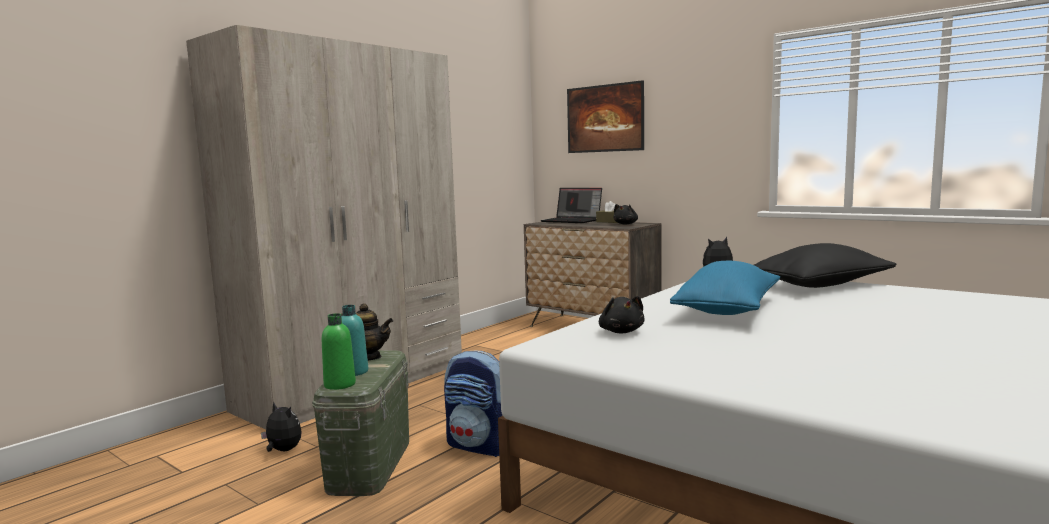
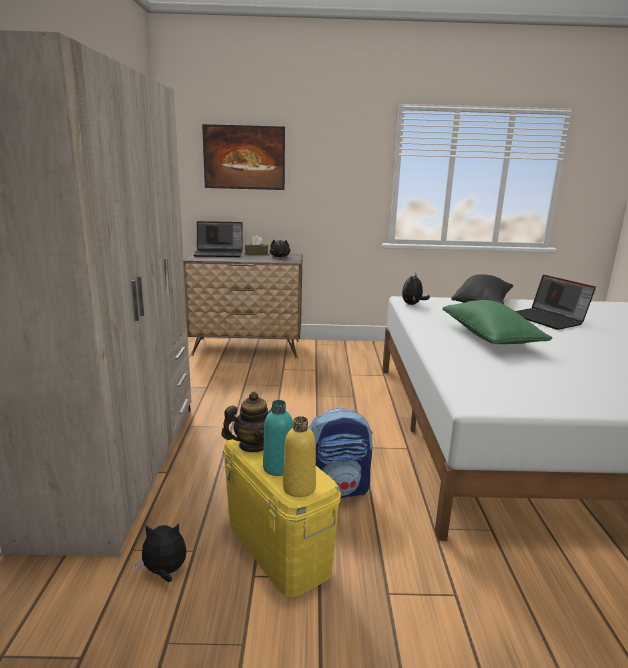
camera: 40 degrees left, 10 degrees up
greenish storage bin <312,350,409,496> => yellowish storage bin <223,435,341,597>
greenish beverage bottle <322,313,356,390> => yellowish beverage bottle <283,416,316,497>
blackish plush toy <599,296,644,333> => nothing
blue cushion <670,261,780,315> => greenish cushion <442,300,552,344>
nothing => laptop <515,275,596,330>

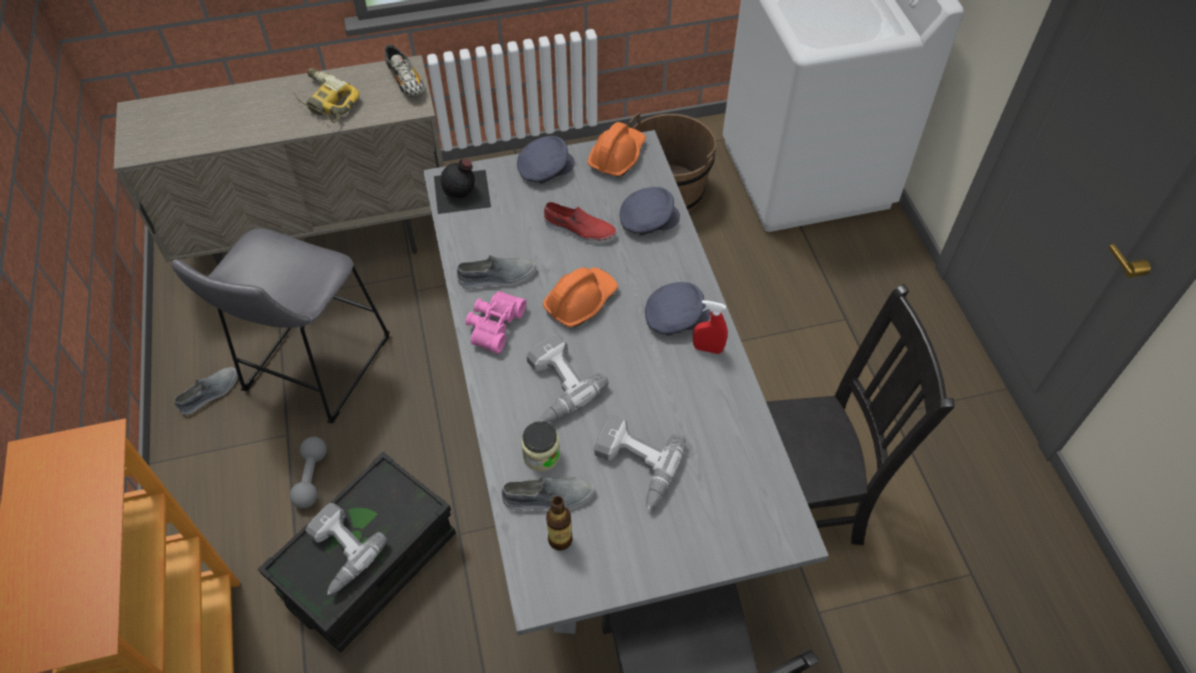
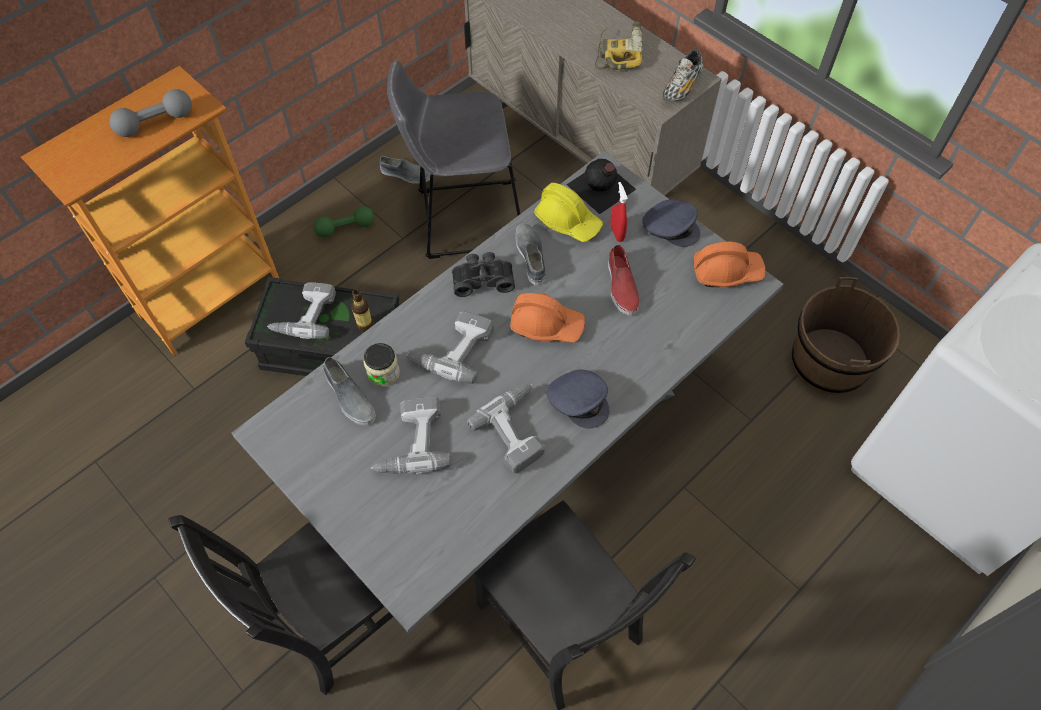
camera: 60 degrees right, 5 degrees up
grey dumbbell <290,437,327,509> => grey dumbbell <109,89,192,137>, relocated
grey low shoe <457,255,536,288> => grey low shoe <516,223,546,286>, 150 degrees counterclockwise
pink-coloured field glasses <465,291,526,354> => blackish field glasses <452,252,515,297>
beverage bottle <546,496,572,551> => beverage bottle <351,289,373,332>, relocated
grey peaked cap <620,187,680,235> => nothing
reddish hand sprayer <693,300,728,354> => reddish hand sprayer <610,182,628,242>, relocated
nothing => greenish dumbbell <314,206,374,238>
nothing => electric drill <467,384,545,473>
nothing => yellowish hard hat <534,183,603,242>

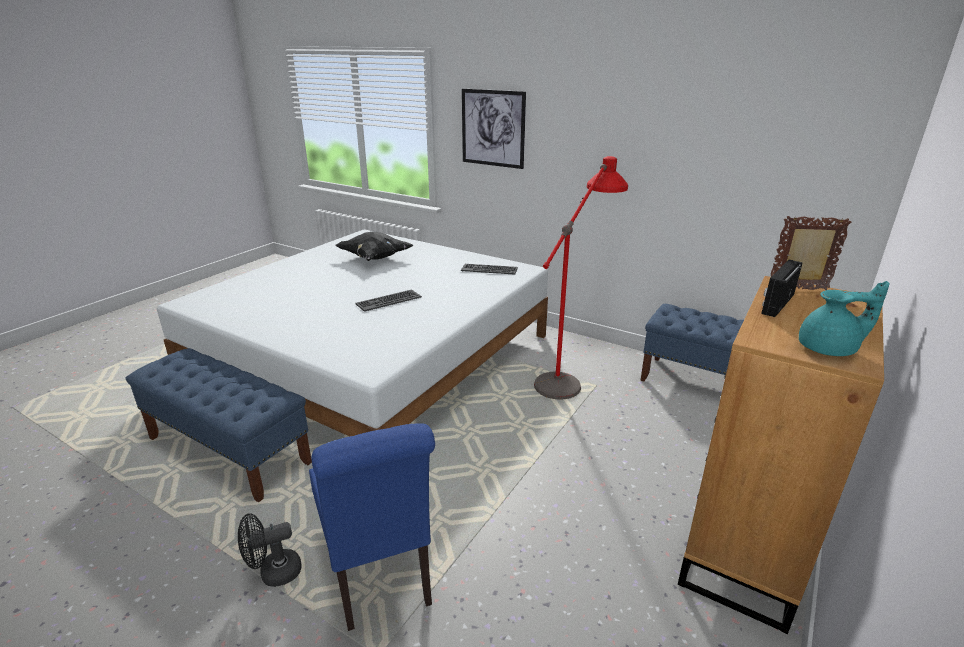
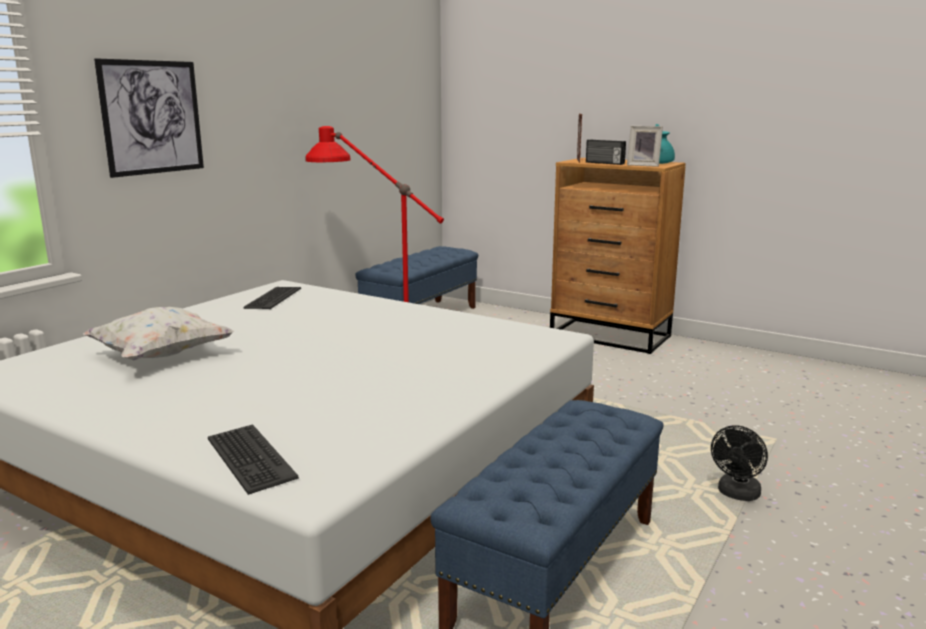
camera: 90 degrees left, 10 degrees down
blackish fan <238,513,302,587> => blackish fan <711,425,768,501>, 60 degrees clockwise
blue plain chair <309,423,435,631> => nothing
blackish cushion <335,232,414,261> => whitish cushion <83,307,234,360>
computer keyboard <355,289,422,312> => computer keyboard <208,424,299,495>, relocated
nothing => picture frame <627,126,663,167>

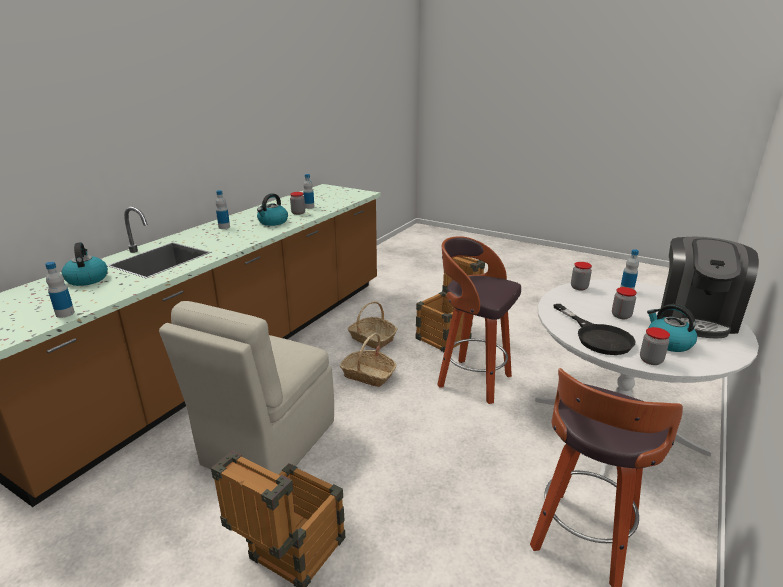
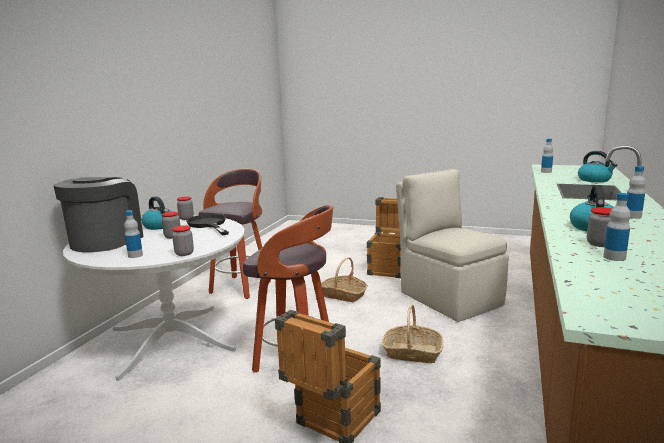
camera: 170 degrees right, 10 degrees down
beige-coloured plain chair <159,301,334,474> => beige-coloured plain chair <396,169,509,322>, 45 degrees counterclockwise
basket <348,301,397,349> => basket <321,257,368,302>, relocated

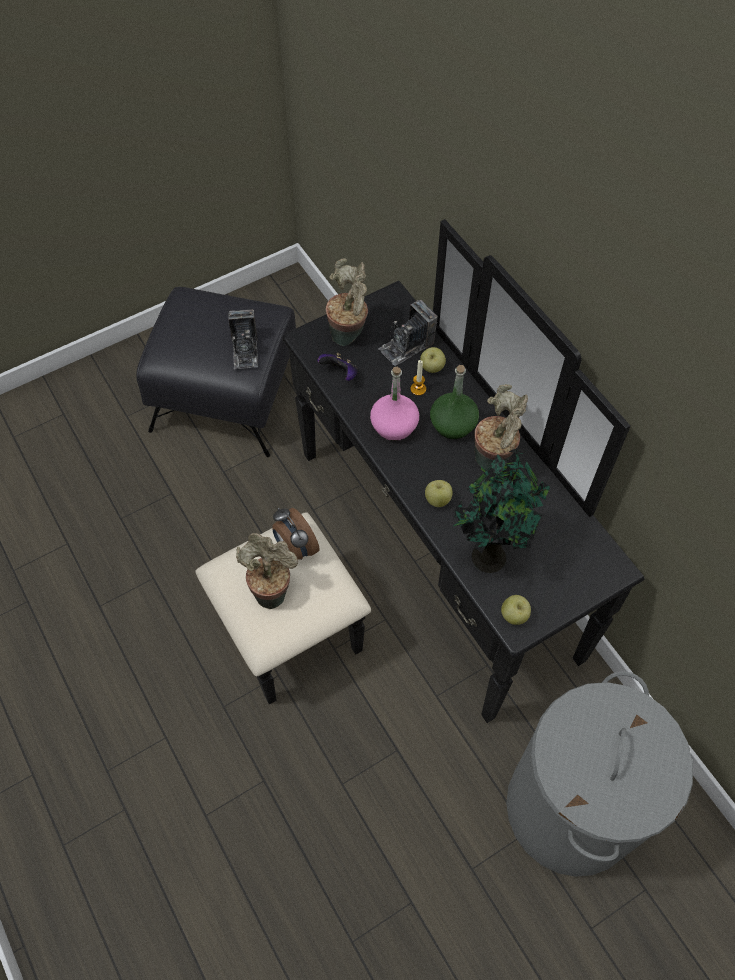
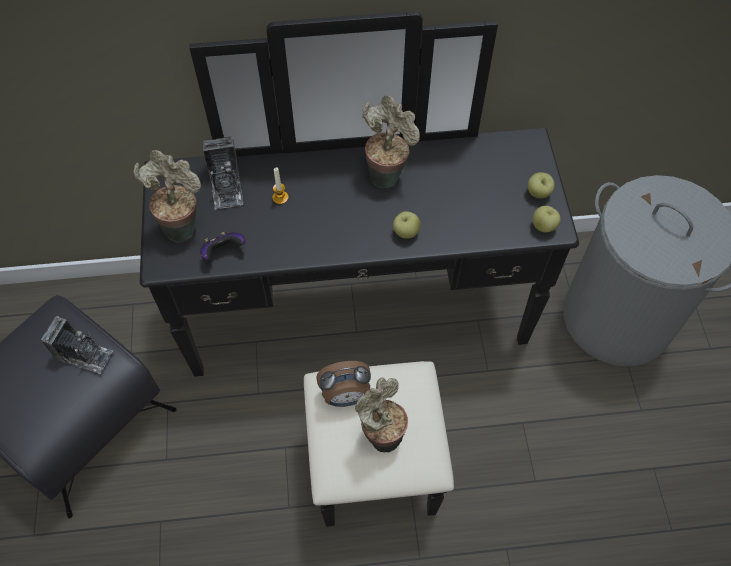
camera: 65 degrees left, 0 degrees up
pink-coloured beverage bottle <370,367,419,441> => nothing
apple fruit <420,347,446,373> => apple fruit <528,172,555,199>, relocated
greenish beverage bottle <430,365,479,439> => nothing
plant in a pot <452,448,551,573> => nothing

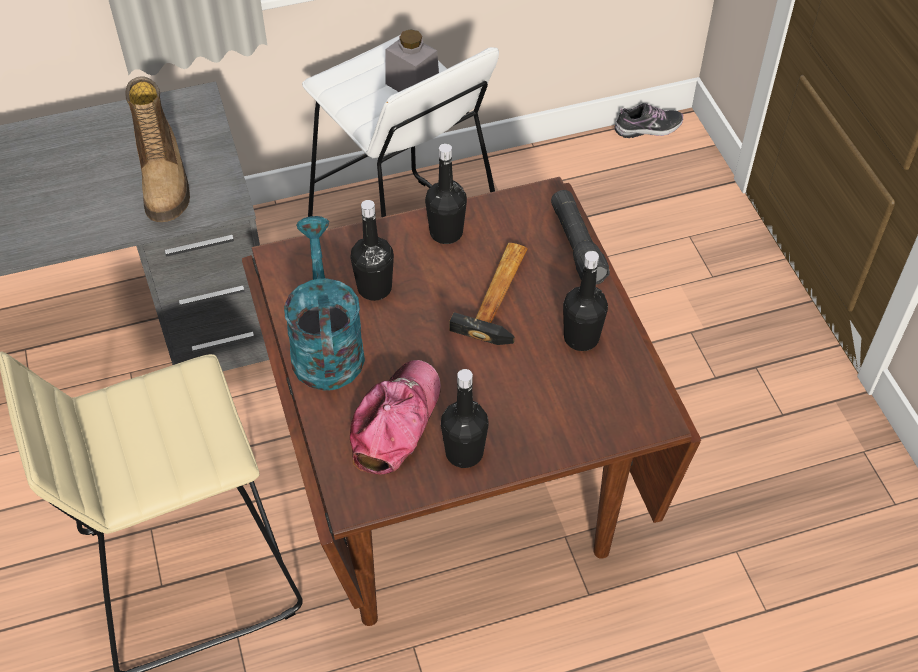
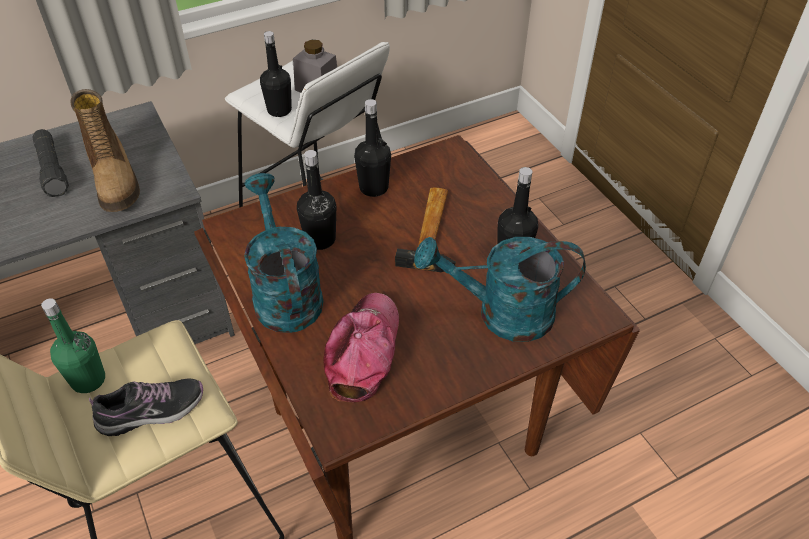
camera: 10 degrees left, 5 degrees down
blackish beverage bottle <441,369,489,468> => blackish beverage bottle <260,31,292,117>, relocated
blackish torch <551,190,610,284> => blackish torch <32,129,69,197>, relocated
low shoe <614,103,683,138> => low shoe <89,379,203,436>, relocated
nothing => greenish beverage bottle <41,298,105,393>
nothing => turquoise sprinkling can <414,237,586,342>

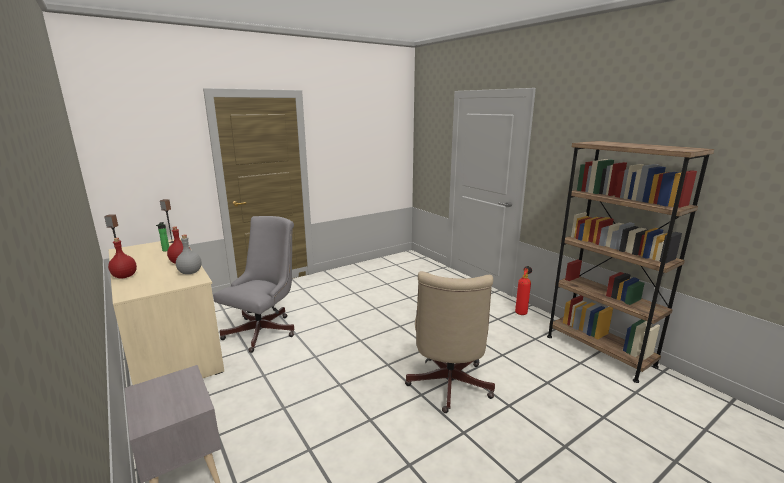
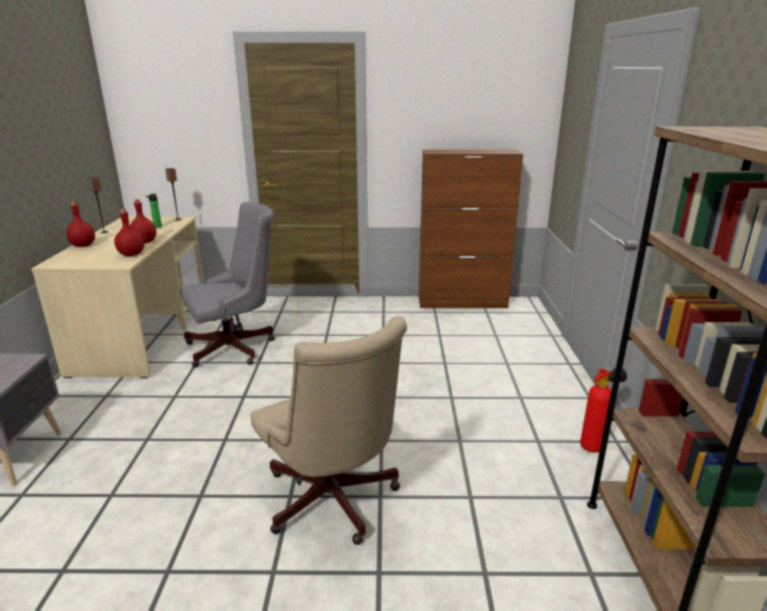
camera: 35 degrees right, 5 degrees up
grey beverage bottle <176,234,202,274> => reddish beverage bottle <114,209,144,256>
beige-coloured office chair <405,271,495,413> => beige-coloured office chair <250,316,407,545>, 75 degrees counterclockwise
nothing => brown-coloured cabinet <419,150,523,308>

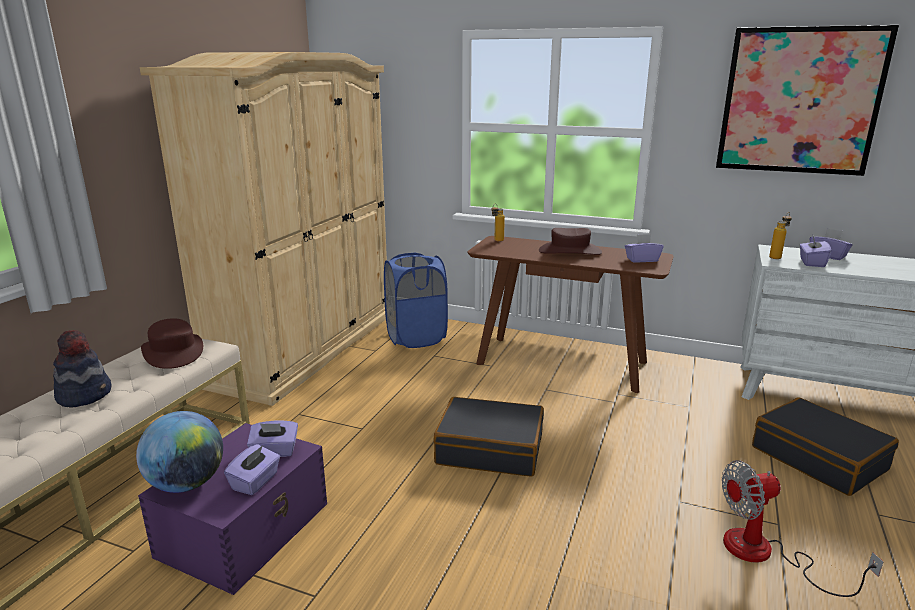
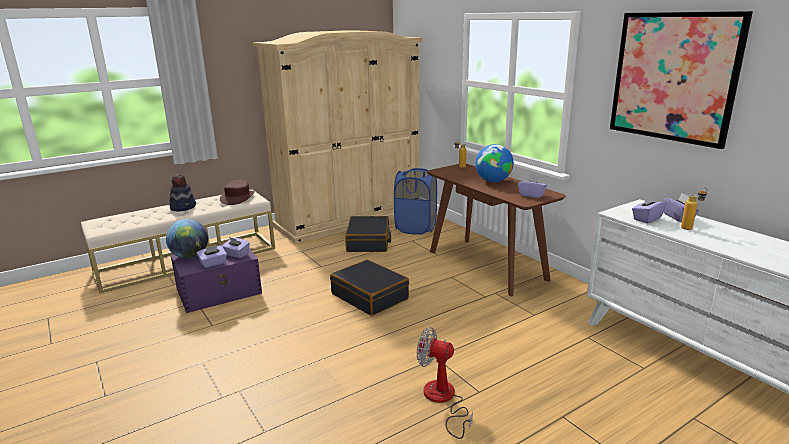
camera: 35 degrees right, 0 degrees up
brown-coloured clothing hat <539,228,602,255> => desk globe <475,144,514,182>
blackish piece of luggage <752,397,899,496> => blackish piece of luggage <345,216,391,252>, relocated
beverage bottle <769,212,792,259> => beverage bottle <681,187,707,230>, relocated

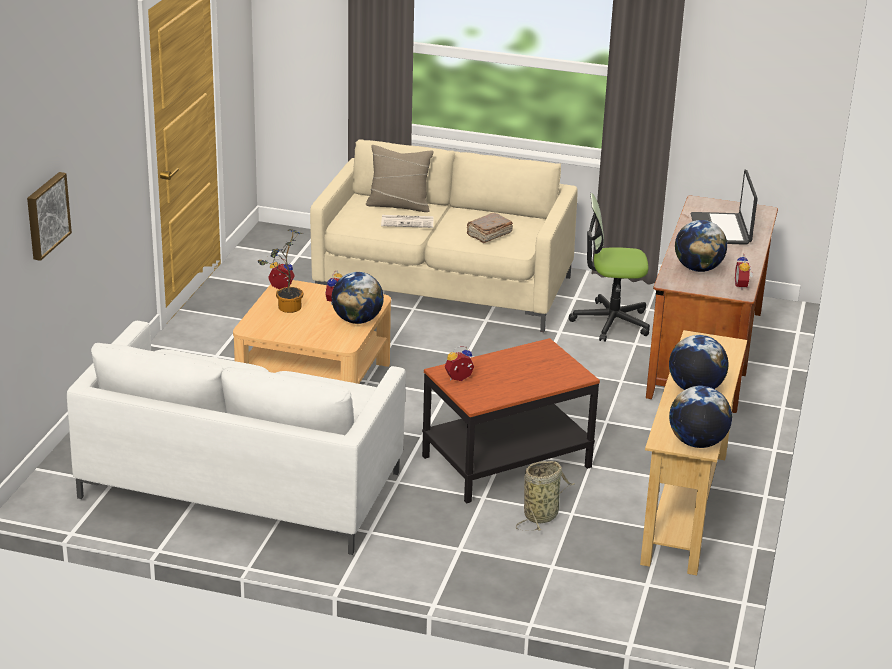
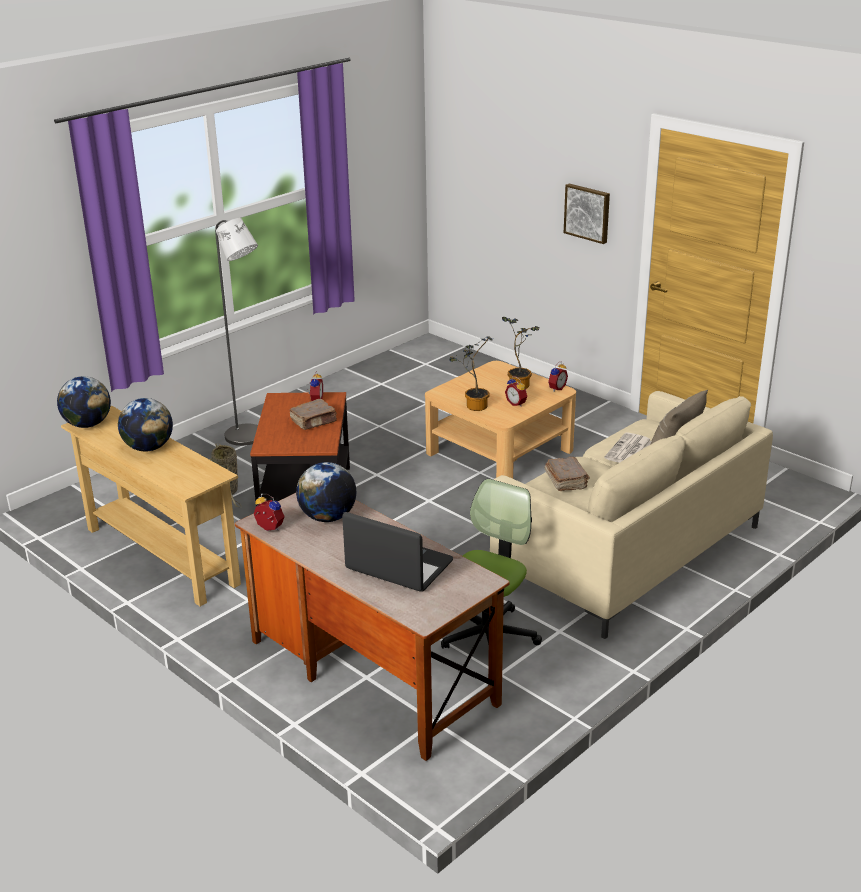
camera: 120 degrees right, 0 degrees up
wall art <27,172,72,261> => wall art <564,184,610,244>, relocated
whitish couch <67,321,406,555> => nothing
desk globe <332,272,384,324> => plant in a pot <449,336,493,411>
nothing => grey standing lamp <215,218,258,446>
nothing => brown-coloured bound book <290,399,337,430>

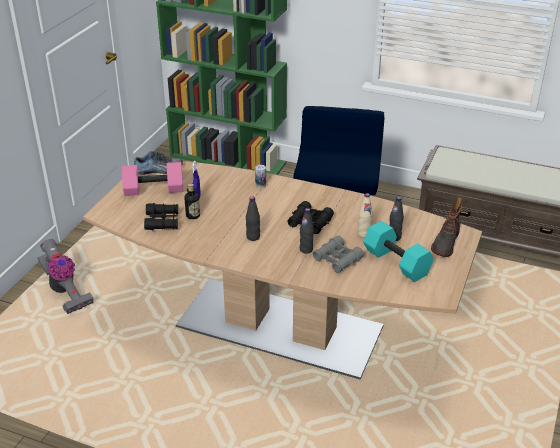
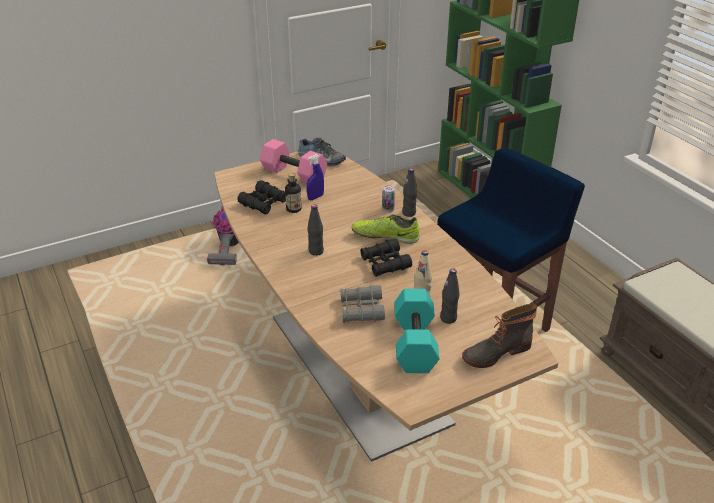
camera: 40 degrees right, 0 degrees up
blackish beverage bottle <300,208,314,254> => blackish beverage bottle <402,168,417,217>, relocated
nothing => low shoe <352,214,419,244>

